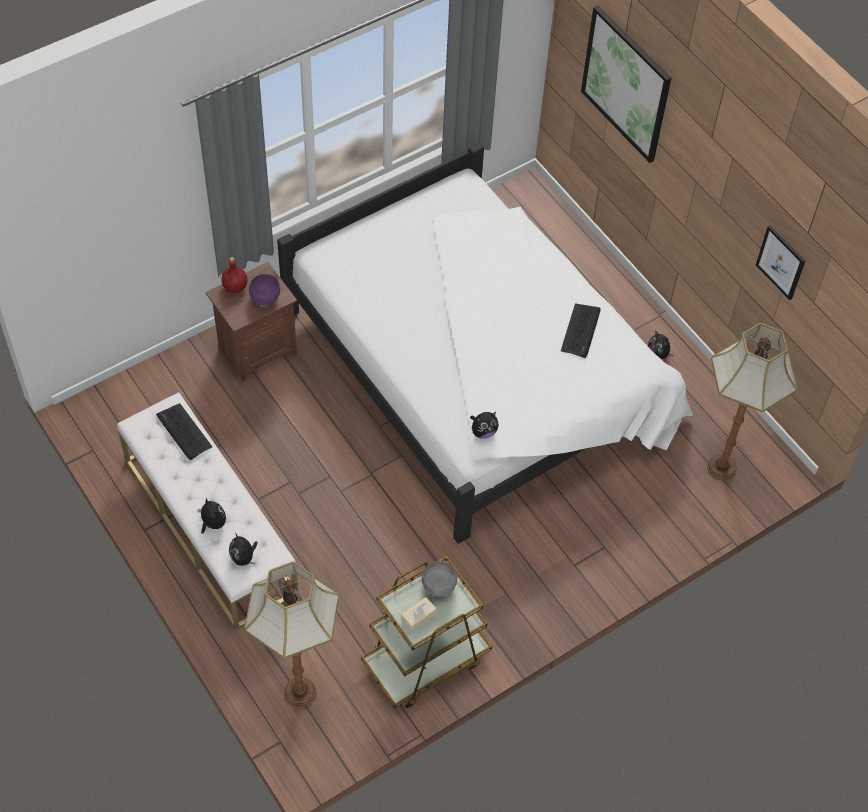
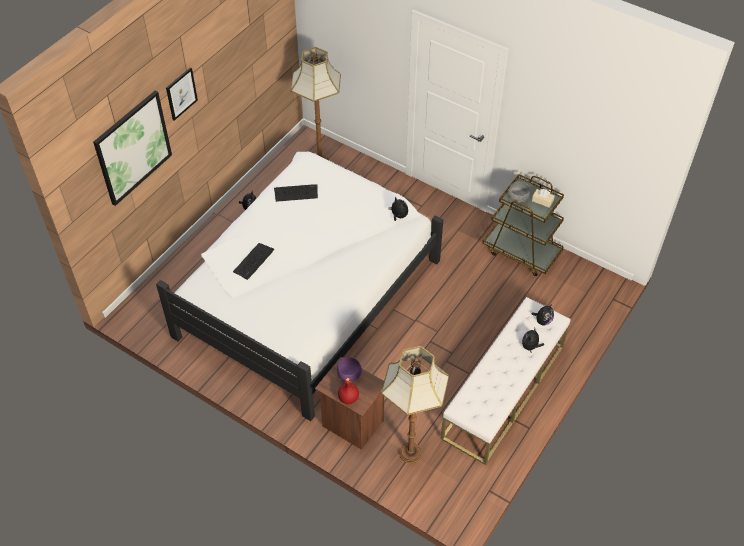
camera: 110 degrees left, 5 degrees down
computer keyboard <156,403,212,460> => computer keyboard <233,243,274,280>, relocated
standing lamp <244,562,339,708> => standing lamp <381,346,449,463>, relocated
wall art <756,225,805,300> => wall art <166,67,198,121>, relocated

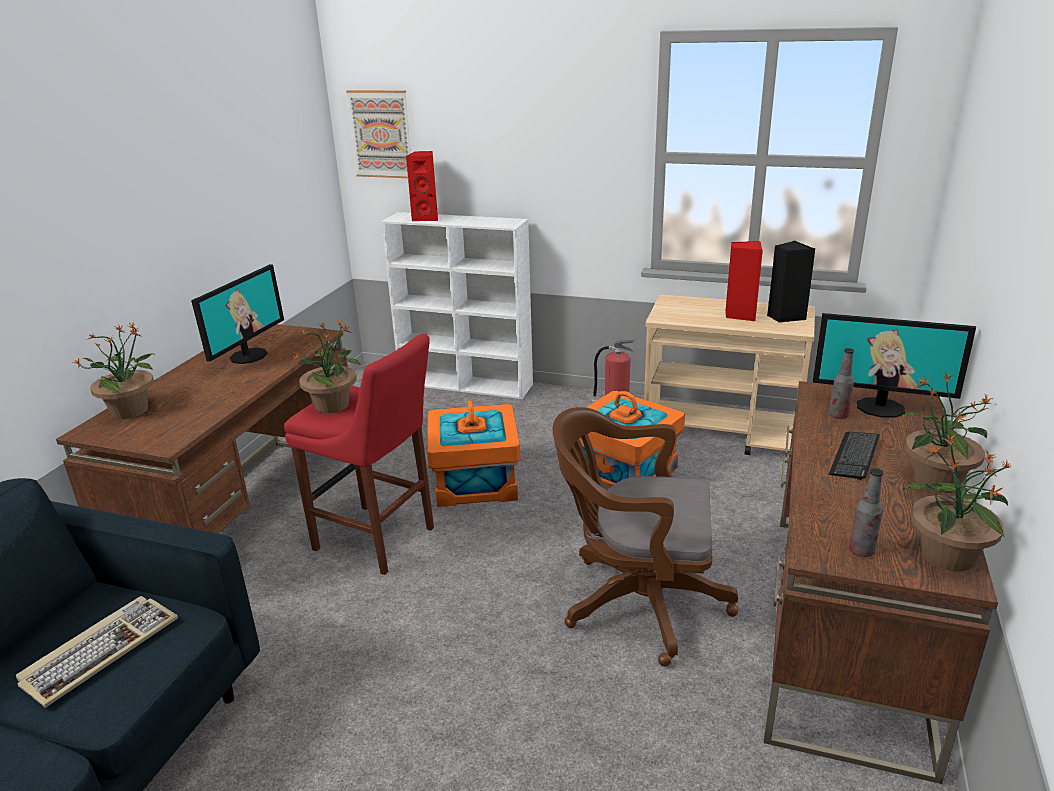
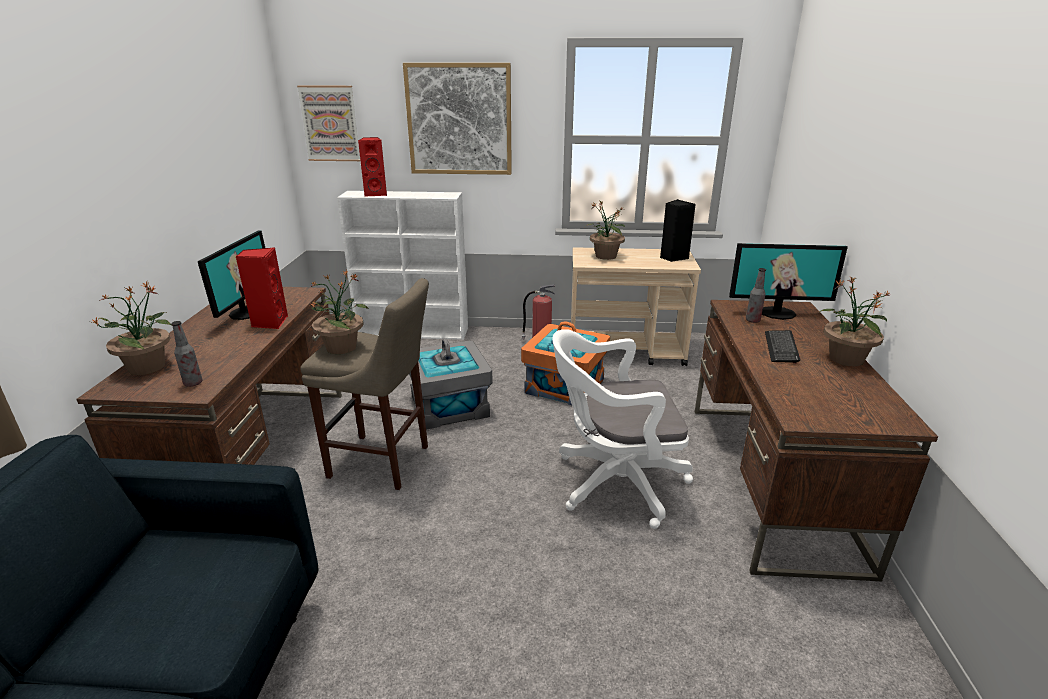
camera: 15 degrees left, 0 degrees up
computer keyboard <16,596,178,708> => nothing
reddish stool seat <284,334,434,575> => beige-coloured stool seat <301,278,429,490>
orangey storage bin <427,400,521,507> => grey storage bin <409,338,493,430>
brown-coloured office chair <552,407,738,666> => whitish office chair <552,329,693,529>
reddish loudspeaker <725,241,763,321> => reddish loudspeaker <235,248,288,329>, relocated
beverage bottle <849,468,884,557> => beverage bottle <171,321,203,387>, relocated
plant in a pot <902,433,1011,572> => plant in a pot <585,201,625,260>, relocated
nothing => wall art <403,63,512,175>

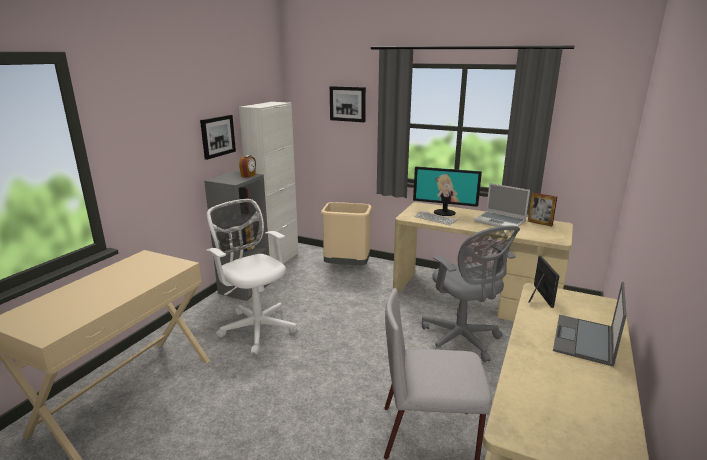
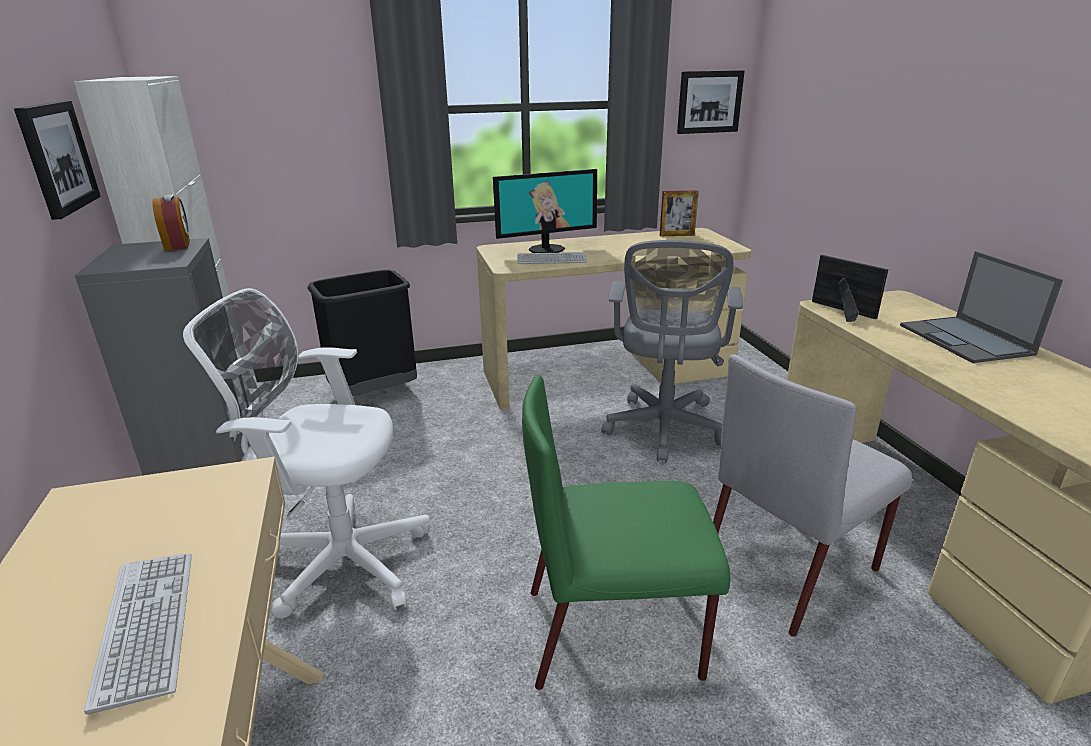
camera: 40 degrees left, 5 degrees up
beige-coloured trash can <321,202,372,265> => blackish trash can <308,270,417,396>
wall art <330,86,366,122> => wall art <677,70,745,134>, relocated
grey office chair <422,226,520,362> => grey office chair <601,240,743,462>, 75 degrees clockwise
laptop <474,183,530,227> => nothing
nothing => computer keyboard <84,554,192,715>
nothing => greenish plain chair <522,375,730,690>

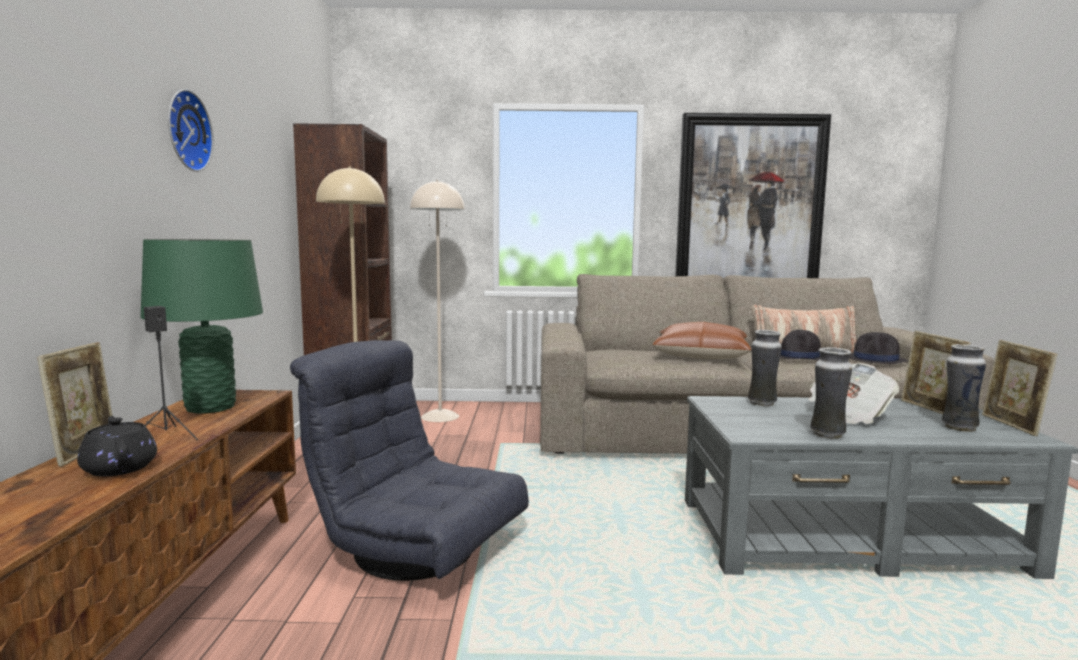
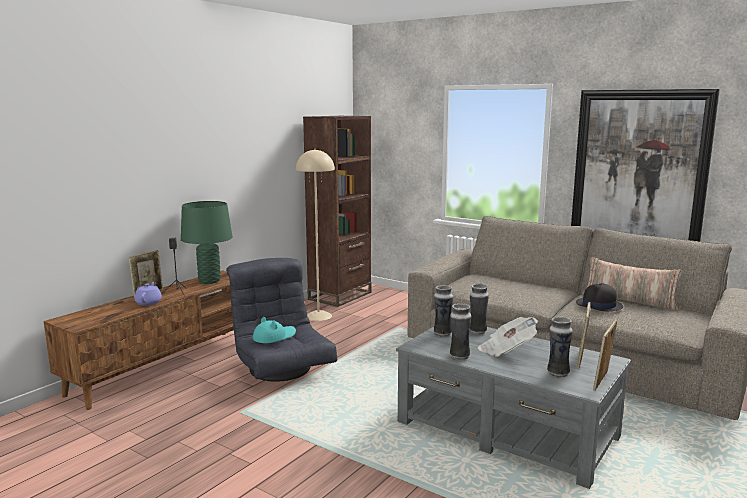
camera: 35 degrees right, 5 degrees up
blackish tea pot <77,416,157,477> => purple tea pot <134,282,162,306>
hanging clock <168,89,214,172> => nothing
beige-coloured standing lamp <410,180,465,422> => nothing
brown-coloured cushion <652,322,751,359> => nothing
blackish clothing hat <849,332,908,364> => nothing
nothing => turquoise clothing hat <253,317,296,343>
nothing => flower vase <434,285,453,337>

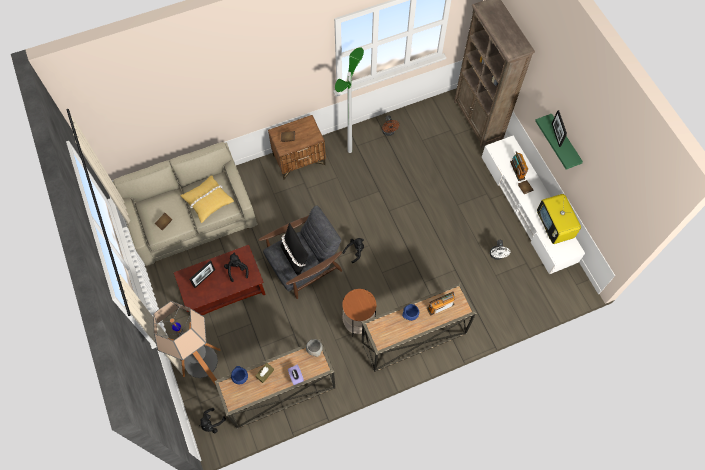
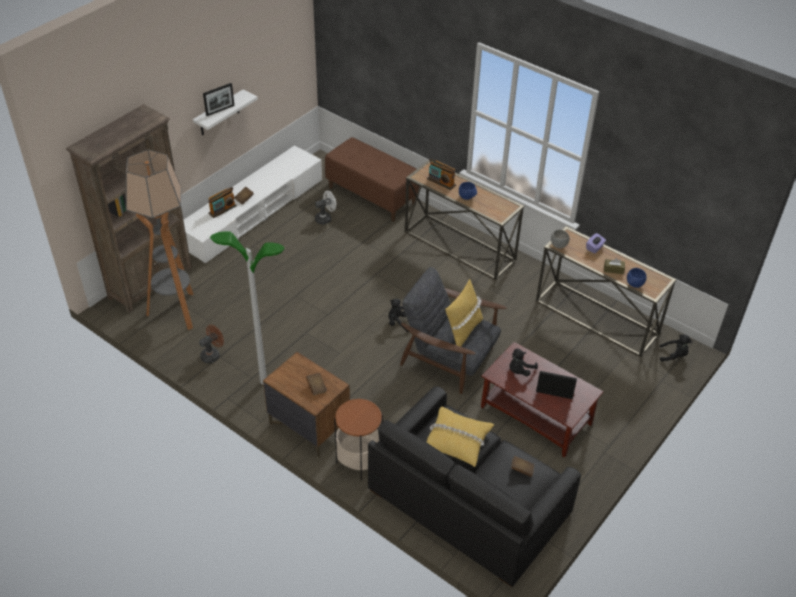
camera: 120 degrees left, 20 degrees down
beige-coloured couch <113,142,257,266> => blackish couch <368,386,581,587>
standing lamp <153,301,221,386> => standing lamp <126,149,193,330>, relocated
blackish cushion <280,223,309,276> => yellowish cushion <445,279,483,347>
end table <342,289,376,337> => end table <334,398,383,480>, relocated
greenish wall shelf <535,114,583,170> => whitish wall shelf <193,90,258,135>
television <537,194,581,244> => nothing
nothing => brown-coloured long seat <325,137,420,221>

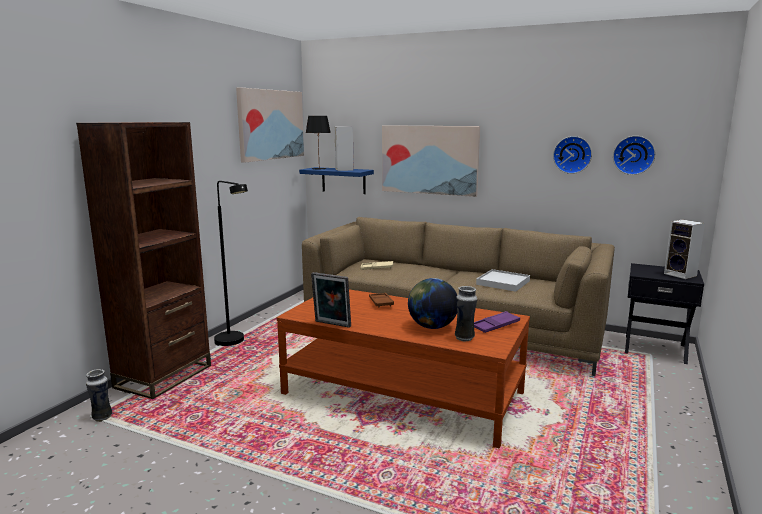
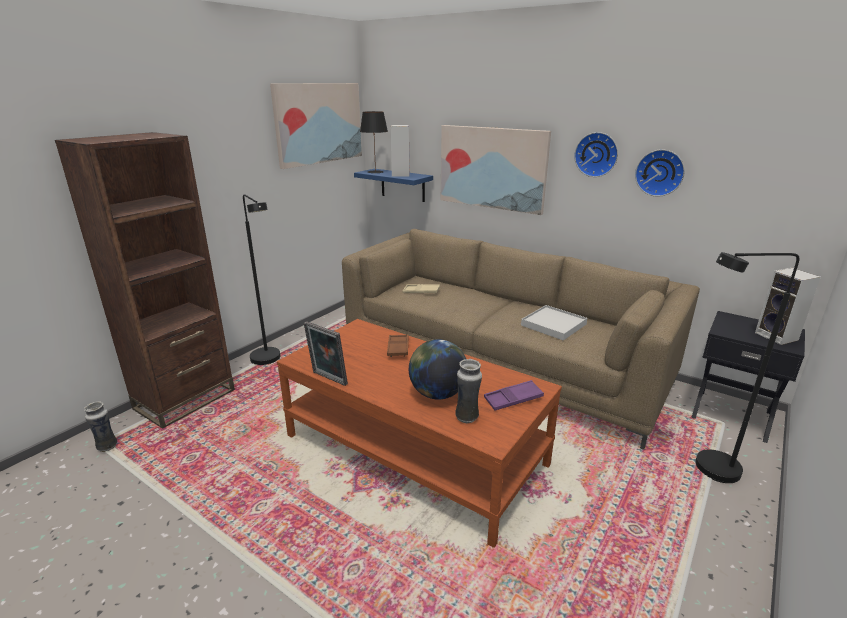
camera: 10 degrees right, 10 degrees up
hanging clock <613,136,655,175> => hanging clock <574,132,618,177>, relocated
nothing => blackish standing lamp <695,252,800,483>

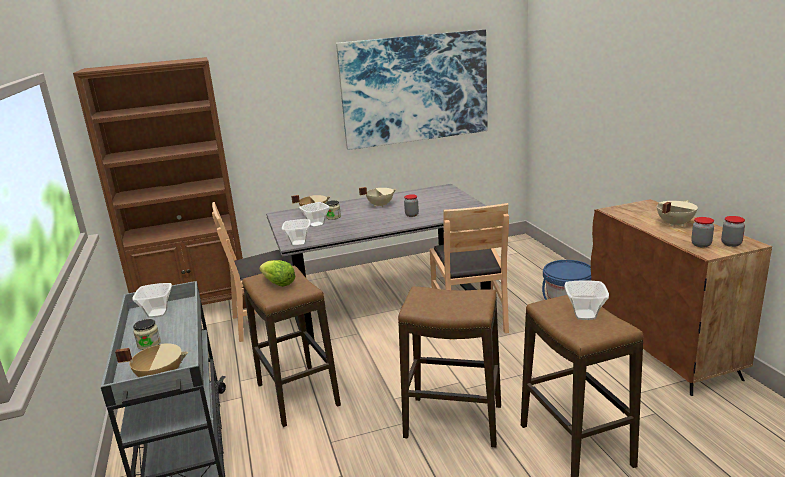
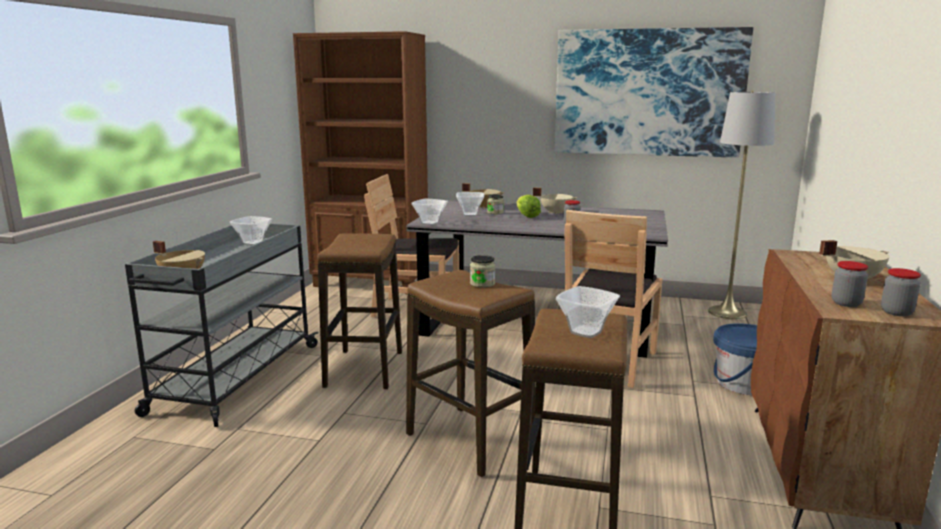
camera: 30 degrees right, 5 degrees down
storage jar <133,319,161,350> => storage jar <470,255,495,288>, relocated
lettuce head <259,260,296,287> => lettuce head <517,195,541,218>, relocated
nothing => grey standing lamp <708,91,775,319>

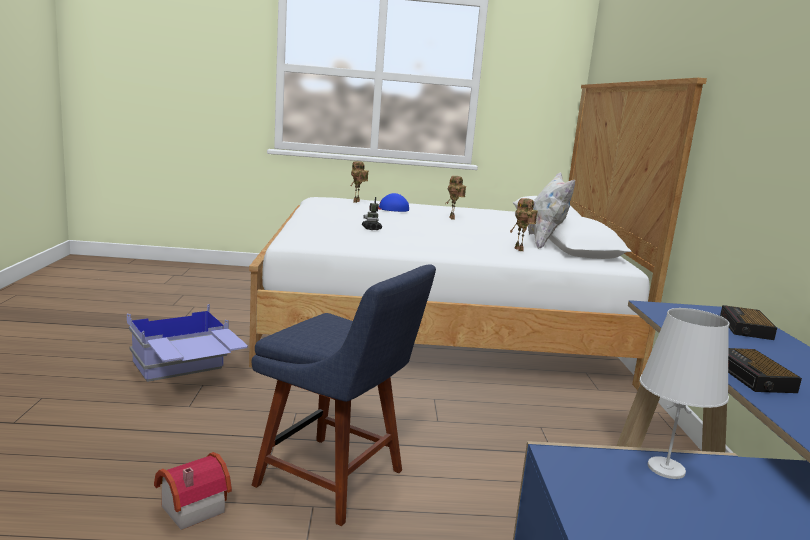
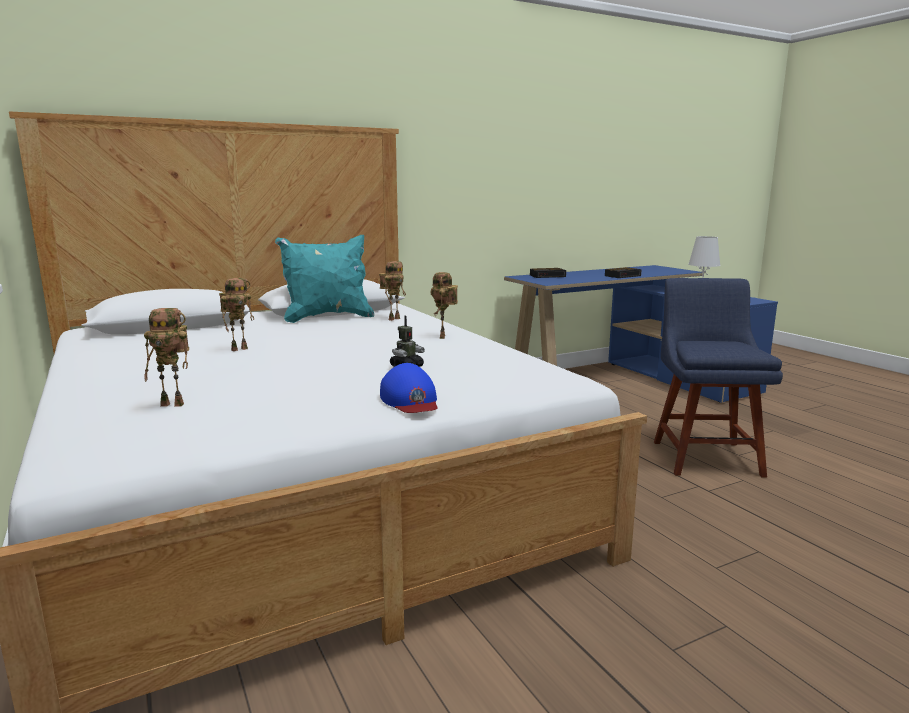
camera: 115 degrees left, 0 degrees up
blue storage bin <127,304,248,382> => nothing
model house <154,452,232,530> => nothing
blue peaked cap <378,193,409,212> => blue peaked cap <380,363,438,413>, relocated
whitish cushion <528,172,575,249> => turquoise cushion <275,235,374,323>
nothing => model robot <430,272,458,339>

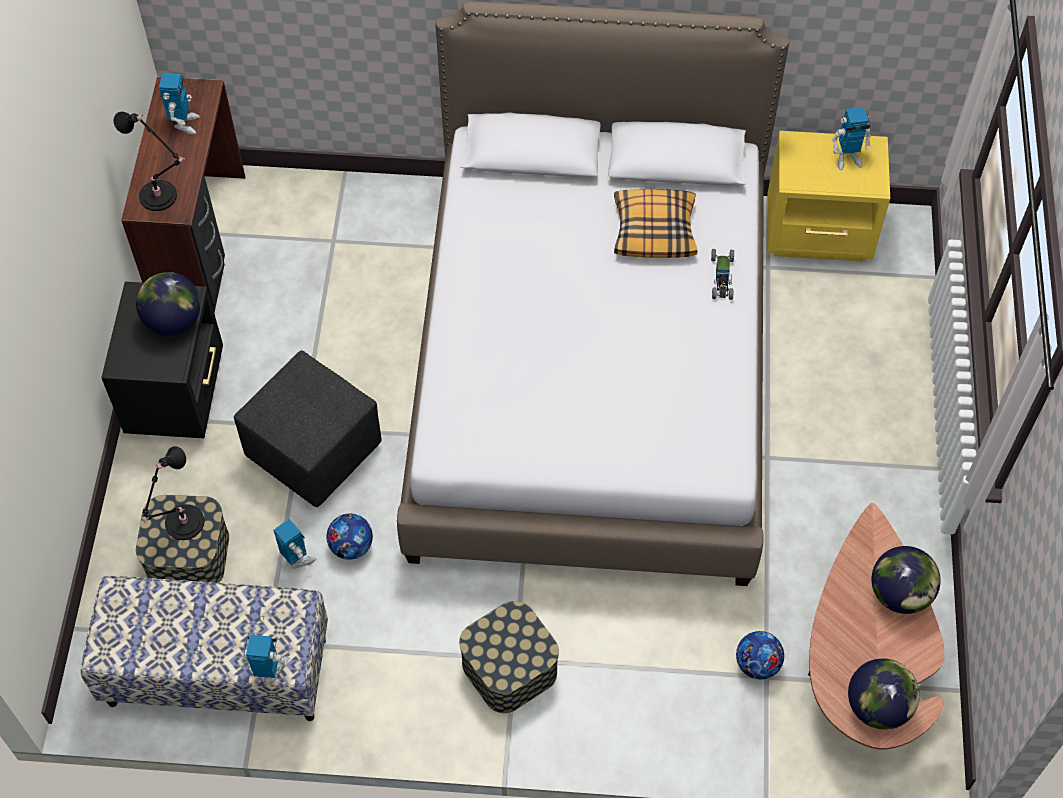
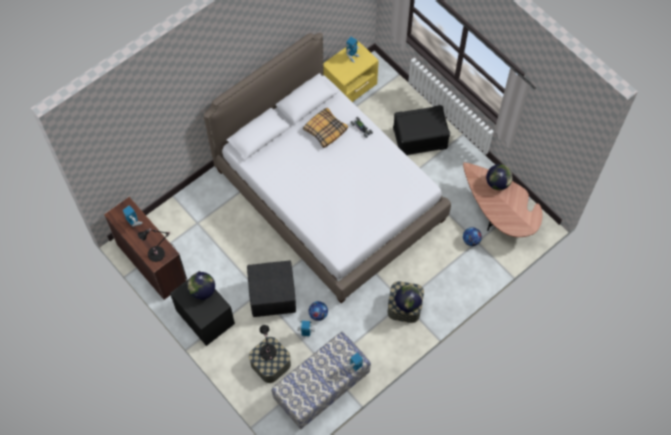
camera: 45 degrees left, 5 degrees up
desk globe <848,658,920,730> => desk globe <395,285,422,312>, relocated
nothing => blackish storage bin <393,105,450,155>

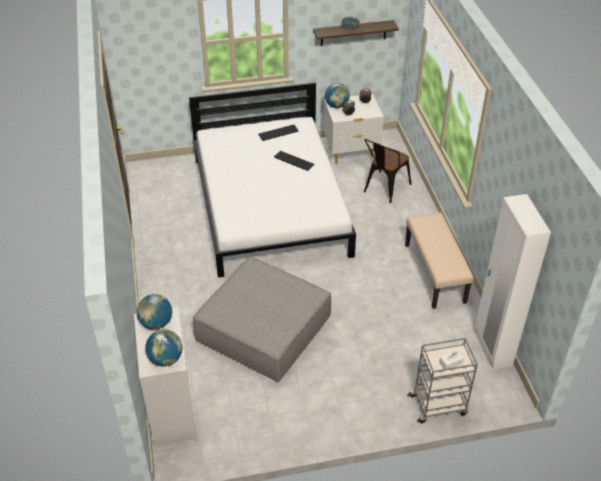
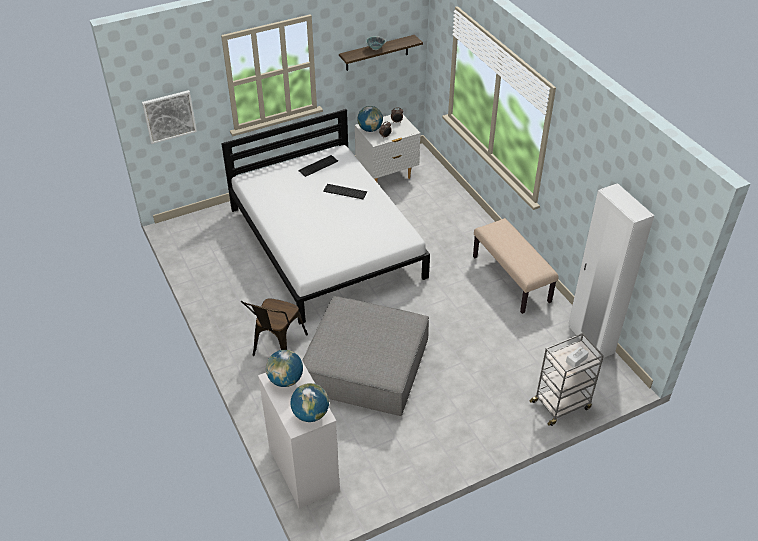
camera: 15 degrees left, 0 degrees up
brown-coloured plain chair <364,139,412,203> => brown-coloured plain chair <241,299,308,356>, relocated
nothing => wall art <142,90,197,144>

